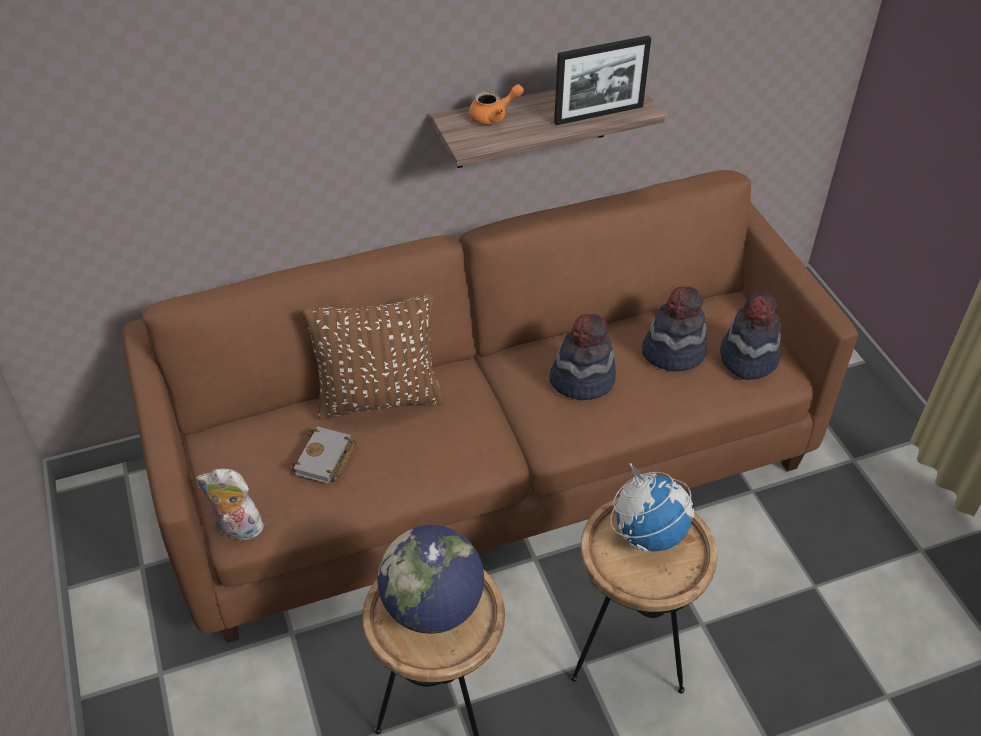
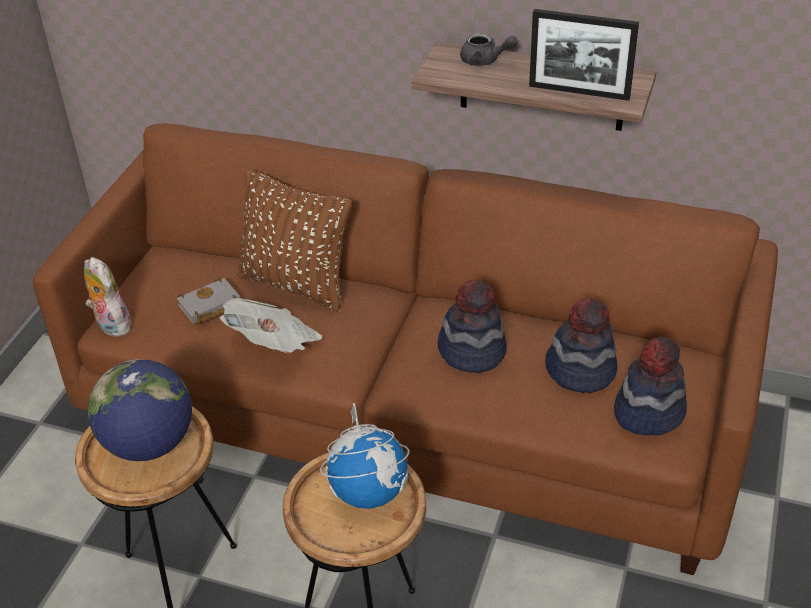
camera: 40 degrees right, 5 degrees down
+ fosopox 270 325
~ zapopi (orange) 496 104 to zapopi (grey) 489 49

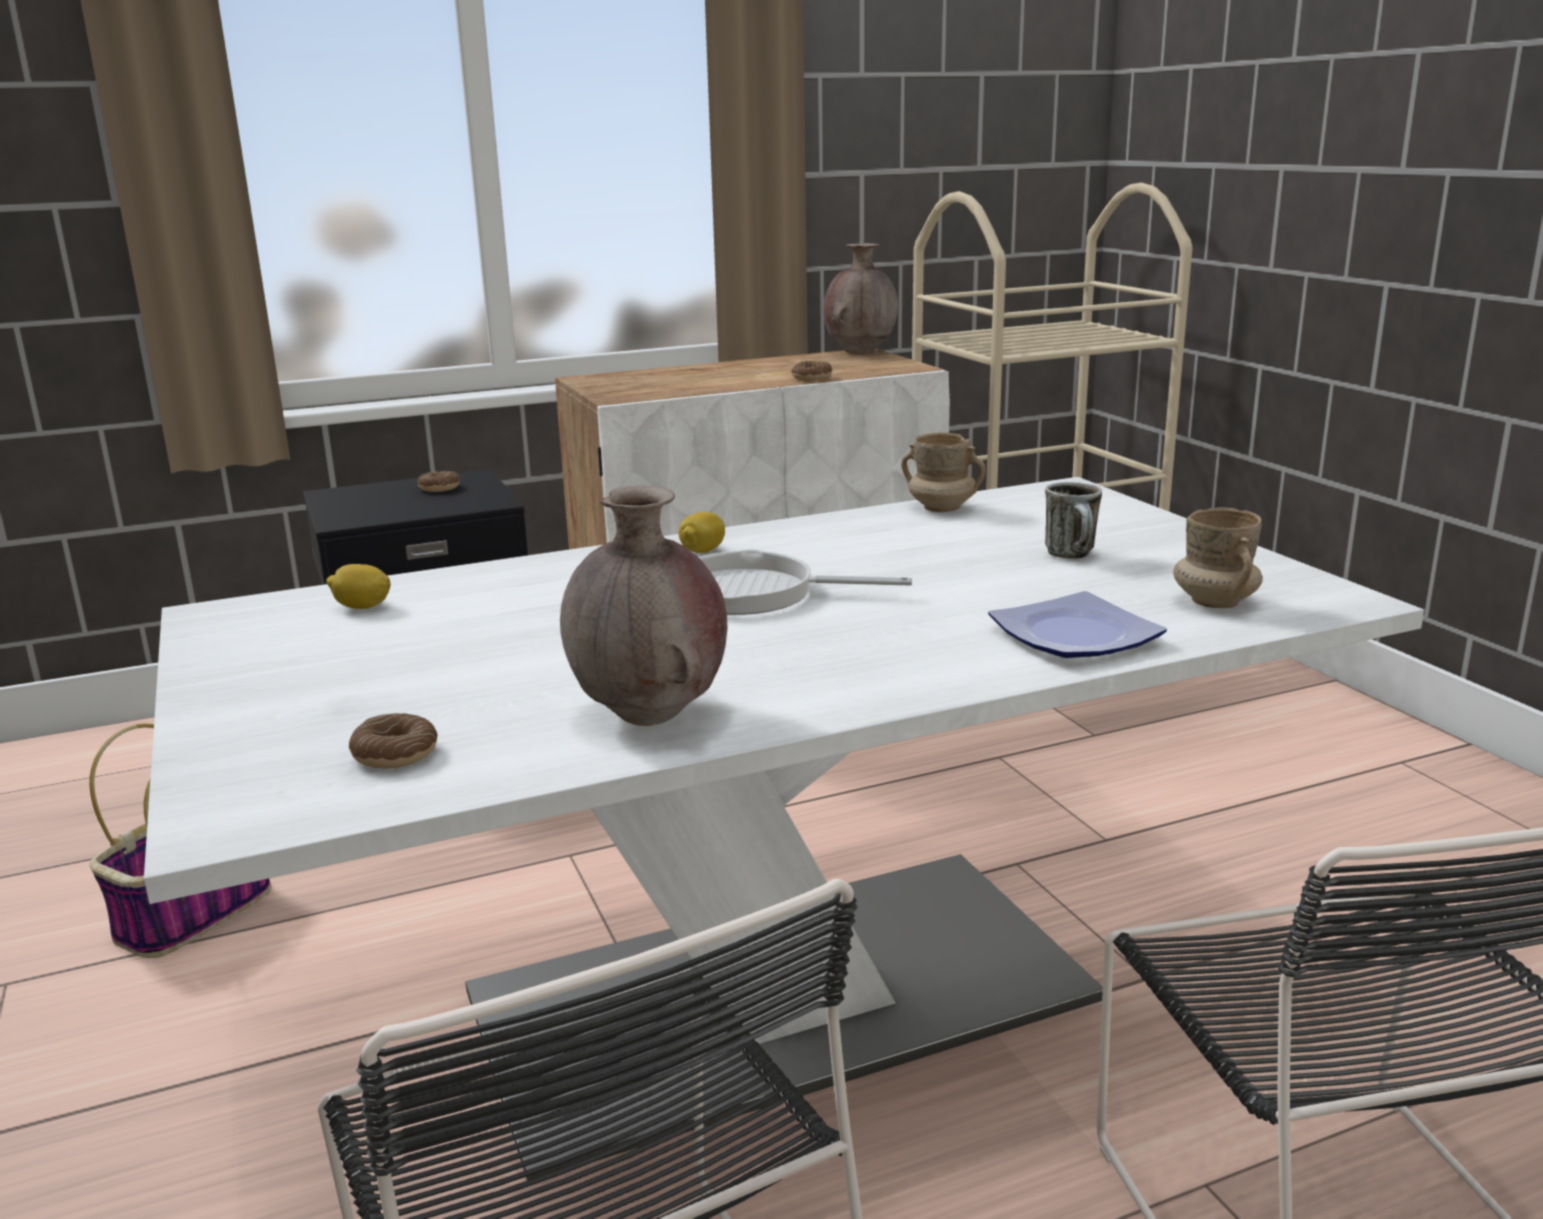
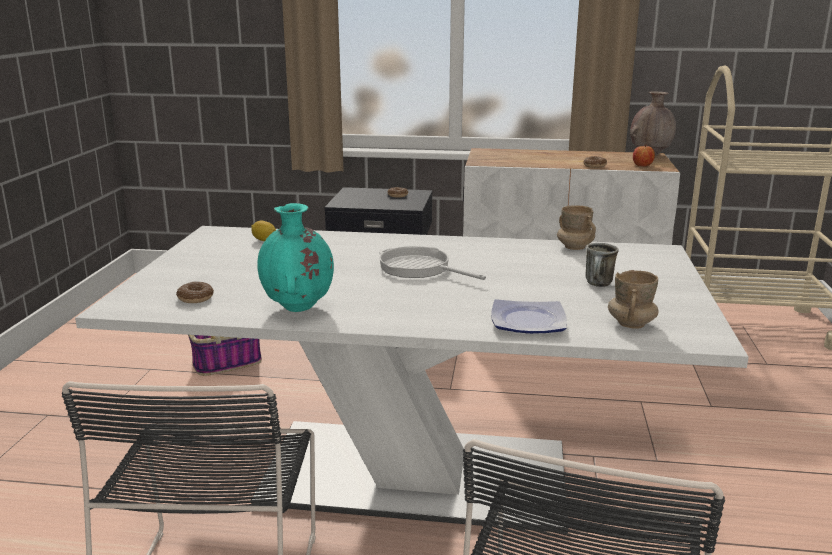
camera: 30 degrees right, 0 degrees up
- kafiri 701 532
+ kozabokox 644 155
~ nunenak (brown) 643 606 to nunenak (turquoise) 295 257

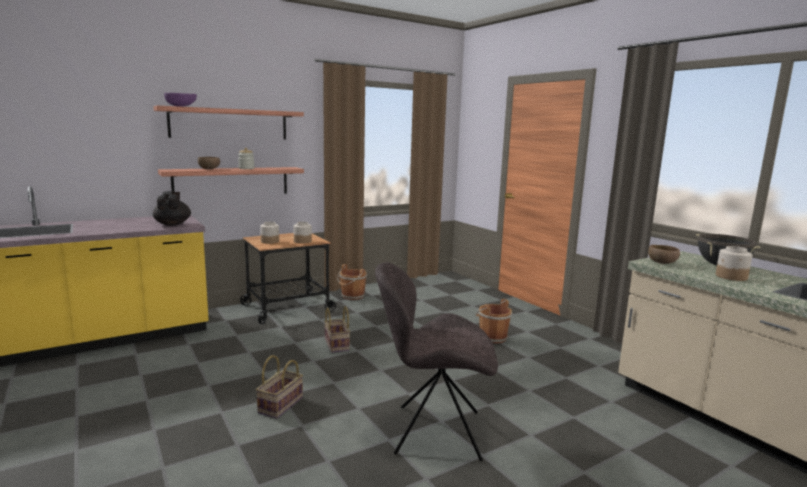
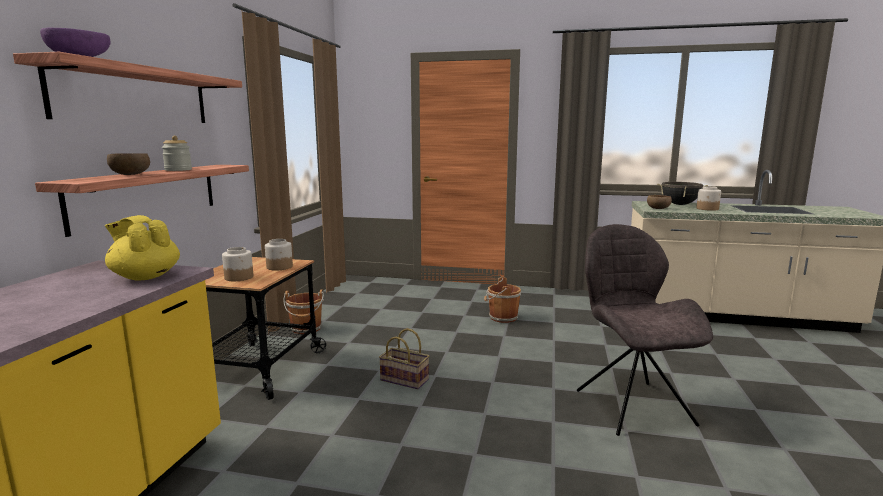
camera: 45 degrees left, 0 degrees up
- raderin 279 387
~ zapopi (black) 172 208 to zapopi (yellow) 142 247
~ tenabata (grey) 436 361 = 645 330 120 degrees clockwise

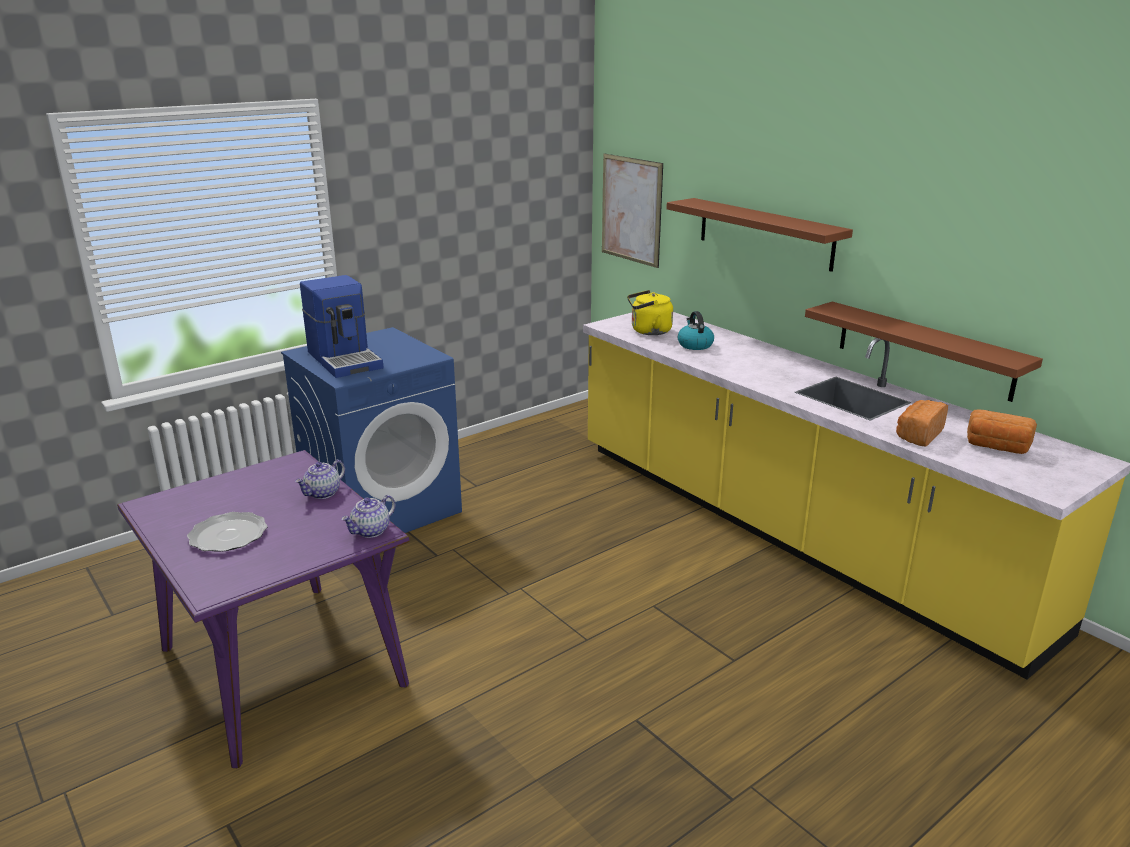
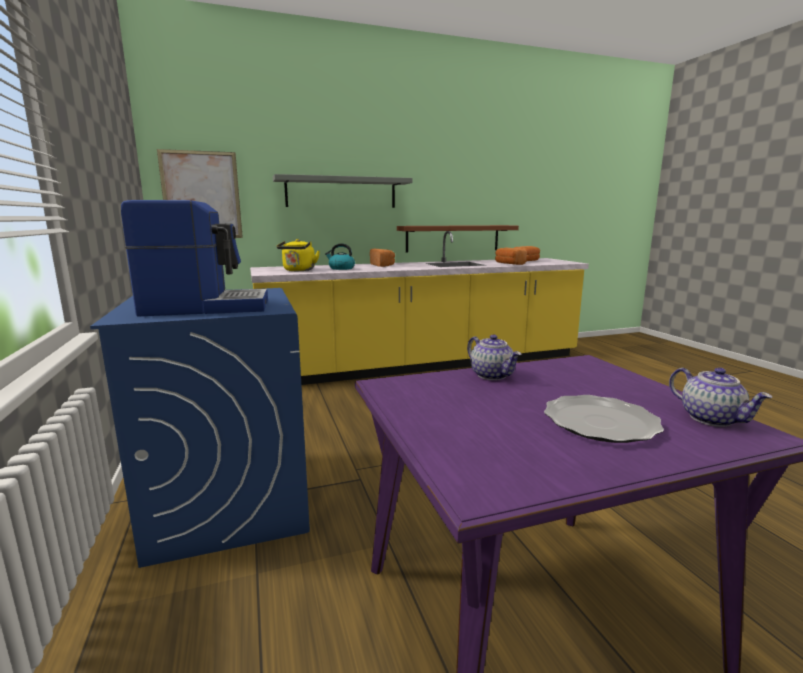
camera: 70 degrees left, 10 degrees down
+ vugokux 382 258
~ zapopi 368 516 to 720 397
~ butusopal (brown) 759 235 to butusopal (grey) 343 191

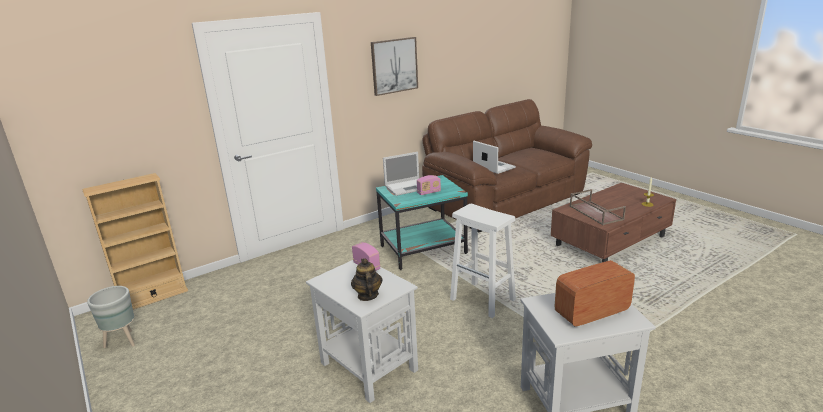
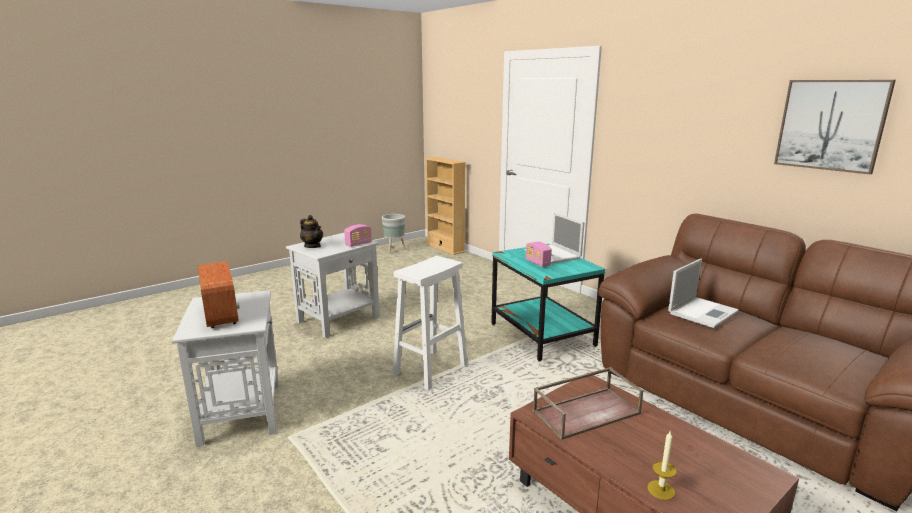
camera: 85 degrees right, 5 degrees down
~ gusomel 394 66 to 835 127
~ zapopi 367 279 = 311 231 60 degrees clockwise

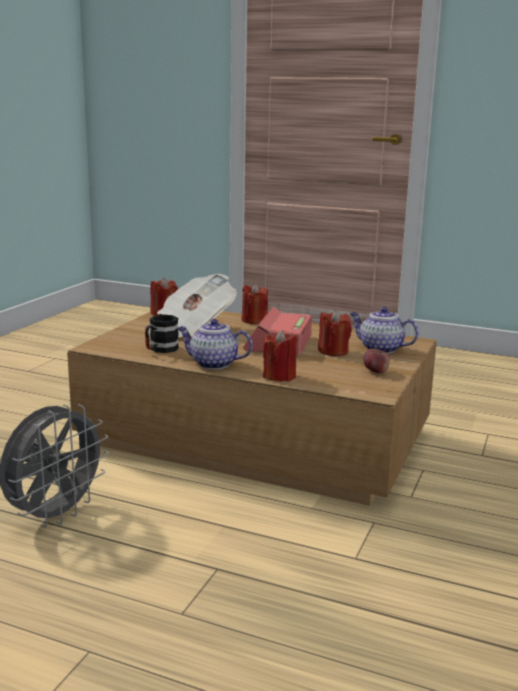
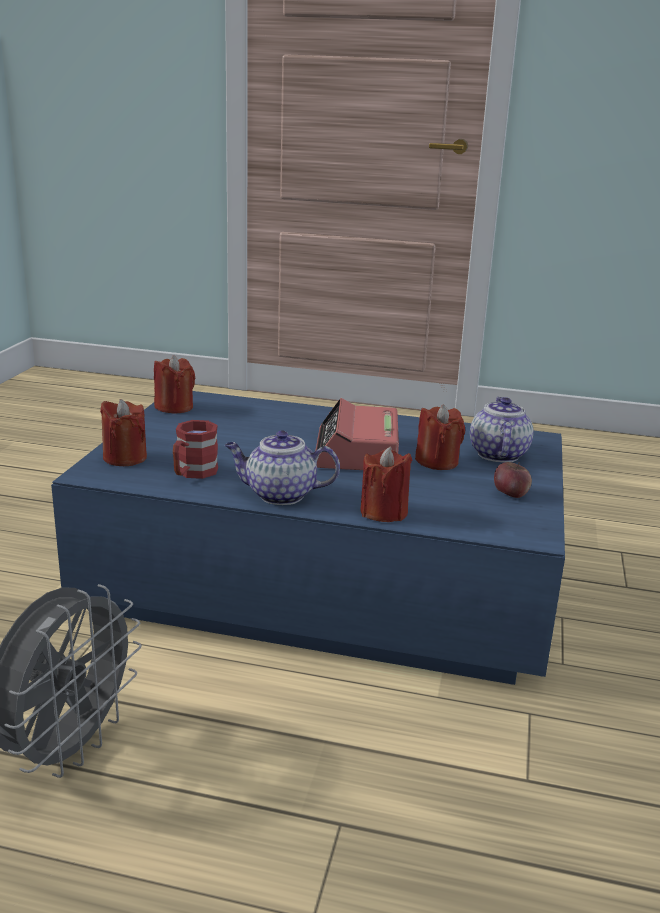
camera: 10 degrees left, 5 degrees up
- fosopox 192 306
~ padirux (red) 254 303 to 123 432
~ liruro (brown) 252 408 to liruro (blue) 308 538
~ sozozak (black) 162 334 to sozozak (red) 195 449
~ zapopi 384 330 = 502 430 75 degrees clockwise

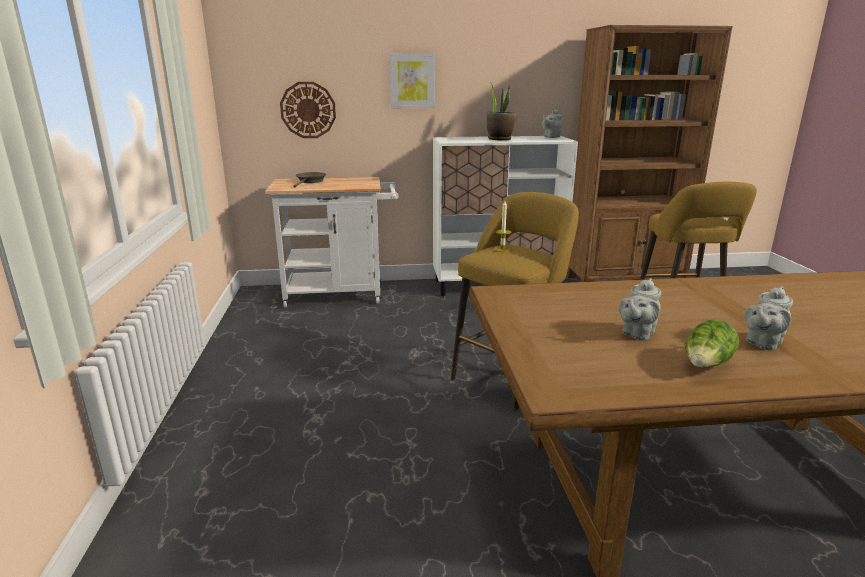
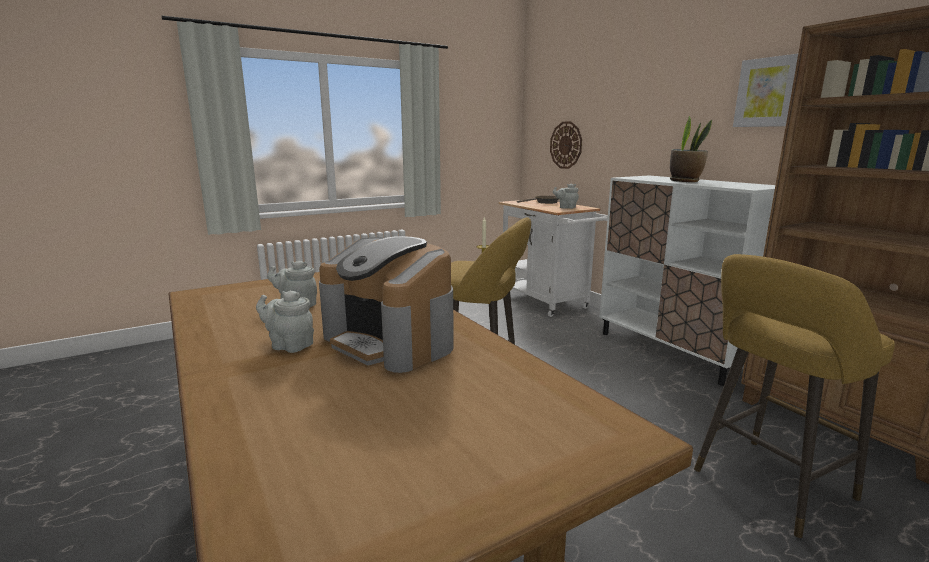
camera: 65 degrees right, 5 degrees down
- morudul 712 344
+ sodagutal 386 304
~ gusomel 412 80 to 765 90
~ zapopi (grey) 552 124 to 566 196

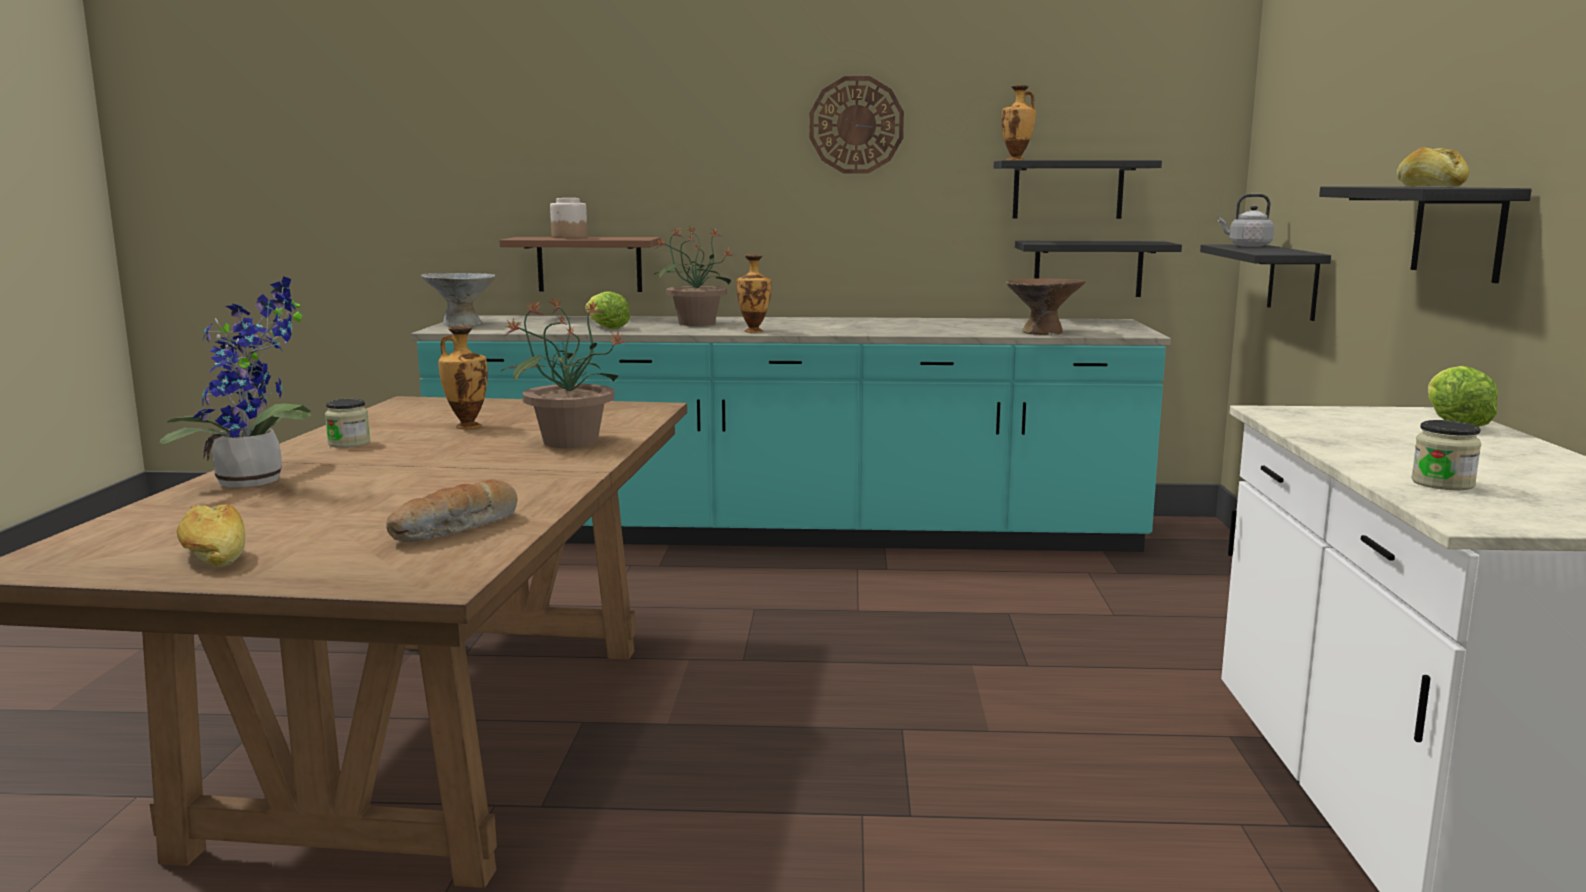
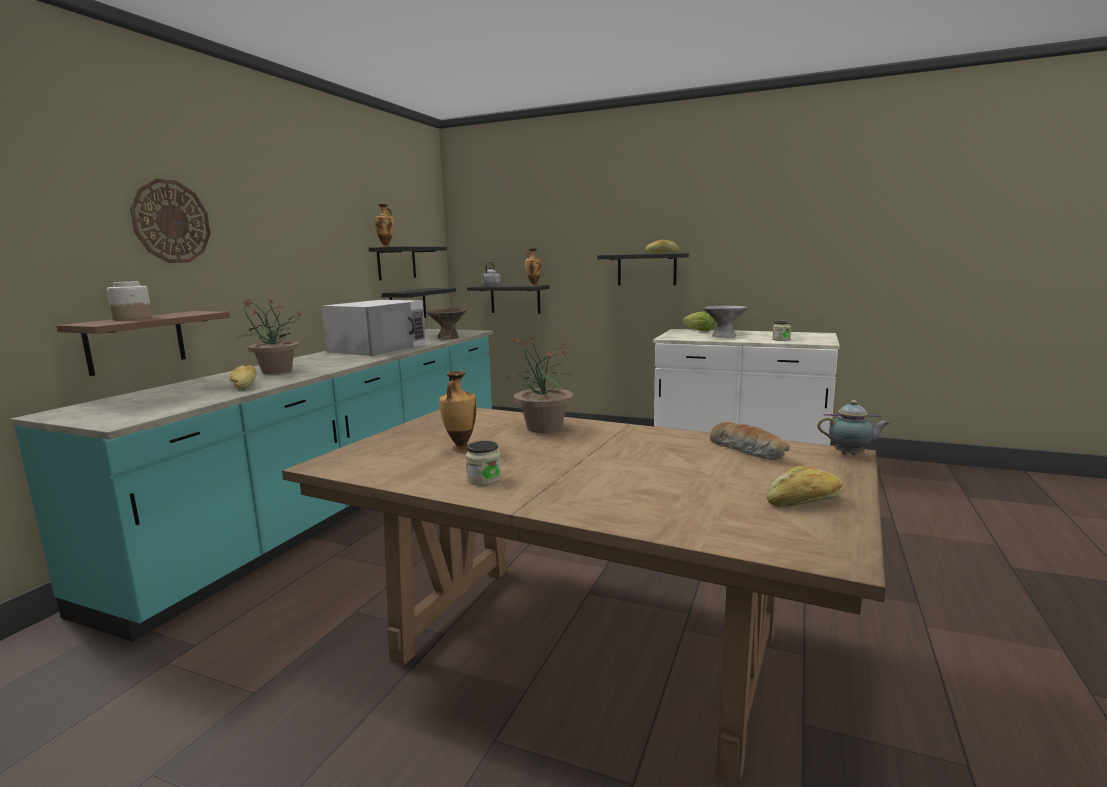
camera: 70 degrees left, 0 degrees up
- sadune 235 381
+ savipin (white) 373 328
+ zapopi 853 427
~ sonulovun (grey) 458 299 to 725 322
~ nunenak 754 294 to 533 267
~ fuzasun 857 125 to 170 221
~ morudul 607 310 to vugokux 243 377

